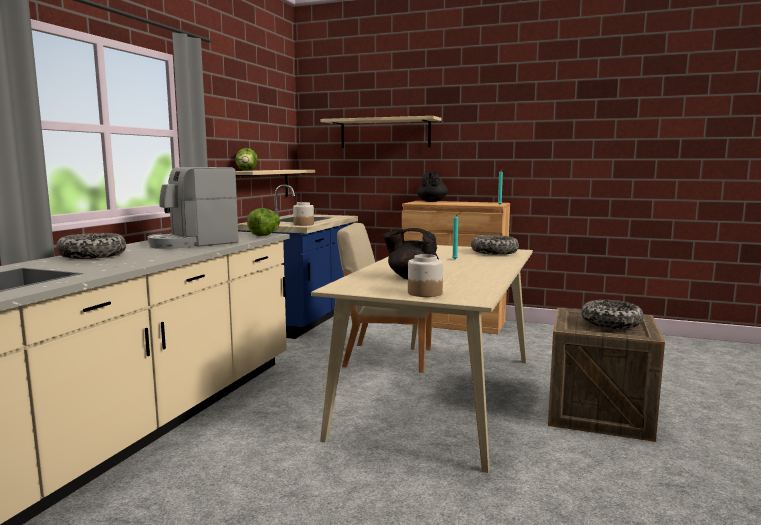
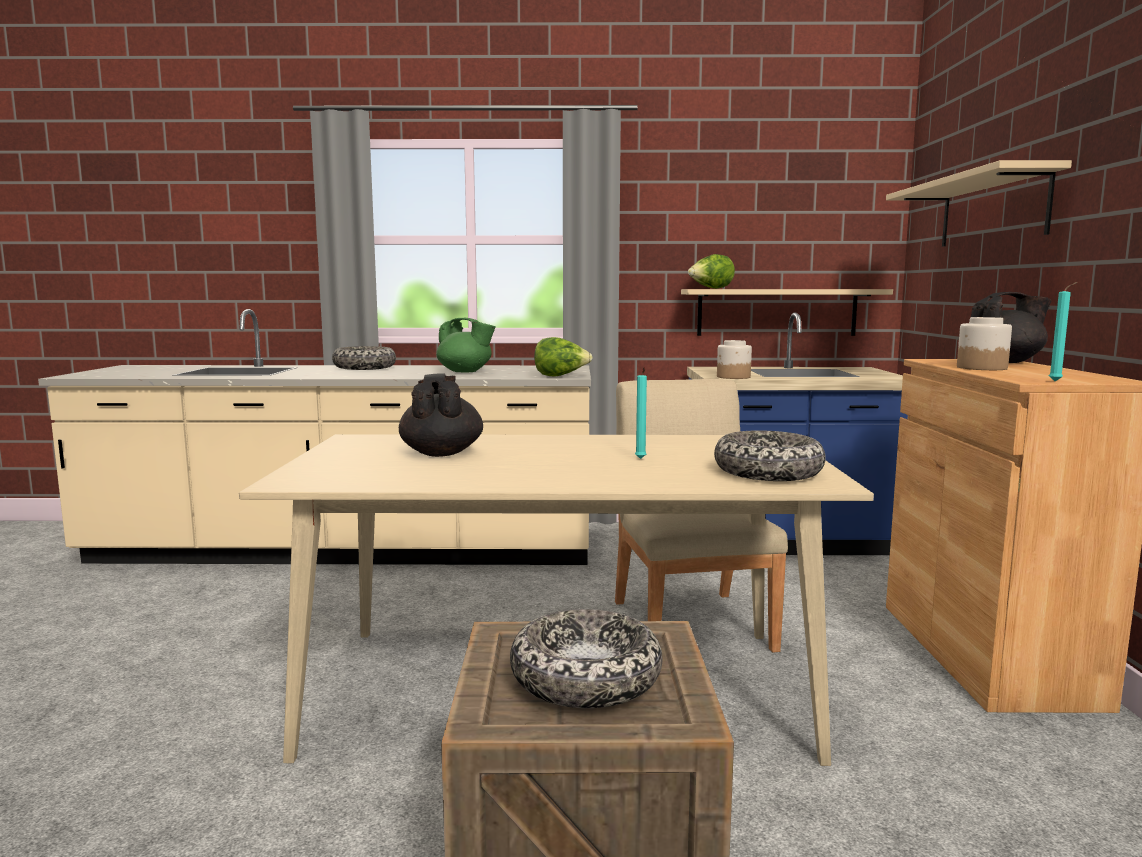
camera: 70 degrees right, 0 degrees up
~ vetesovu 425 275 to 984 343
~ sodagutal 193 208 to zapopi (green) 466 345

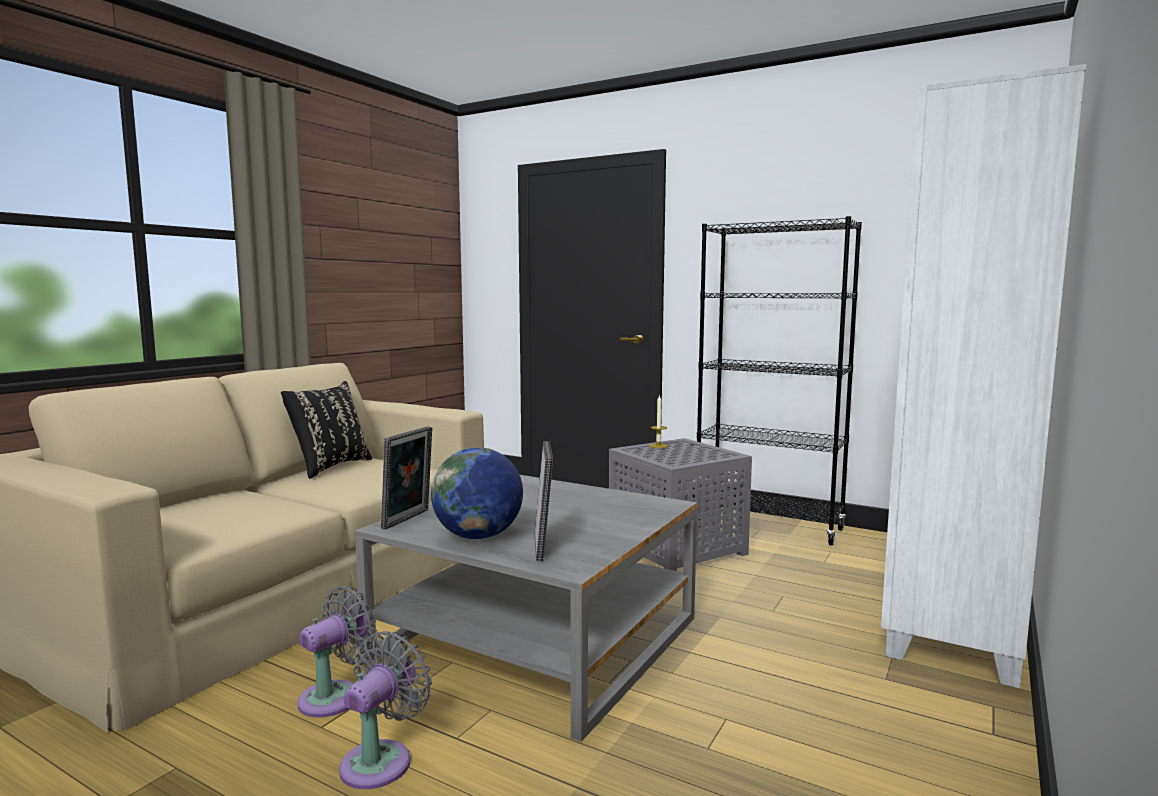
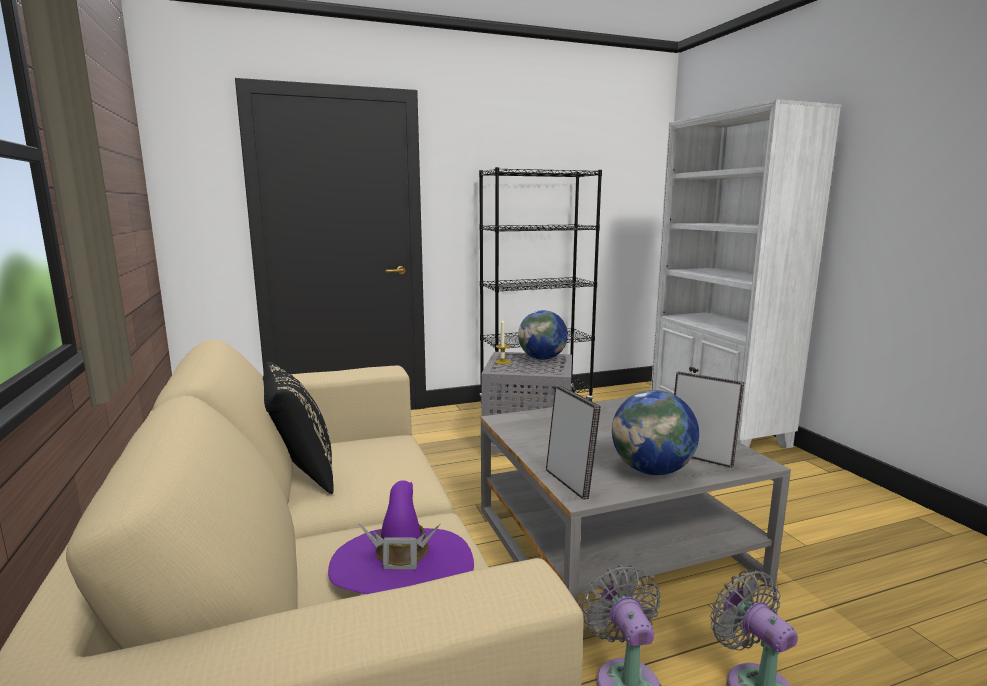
camera: 50 degrees left, 5 degrees up
+ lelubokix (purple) 401 537
+ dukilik 543 335

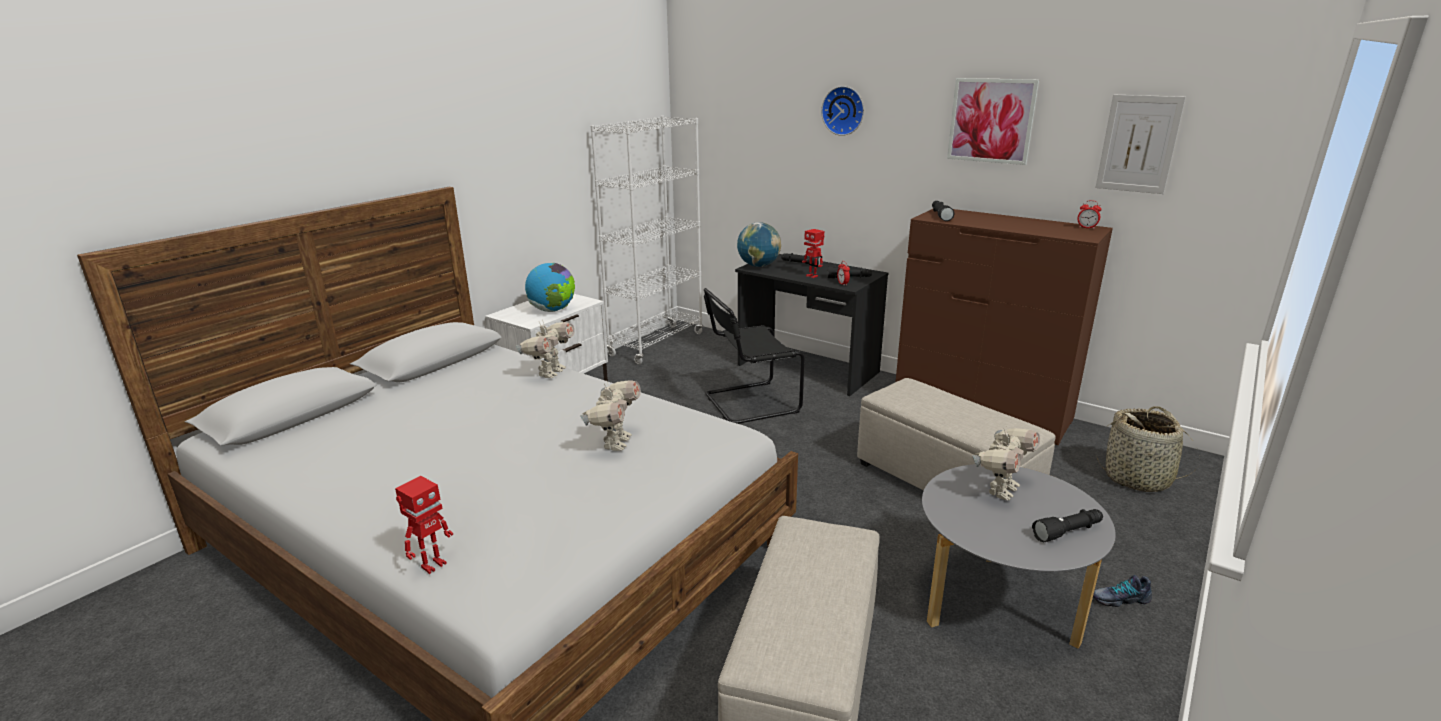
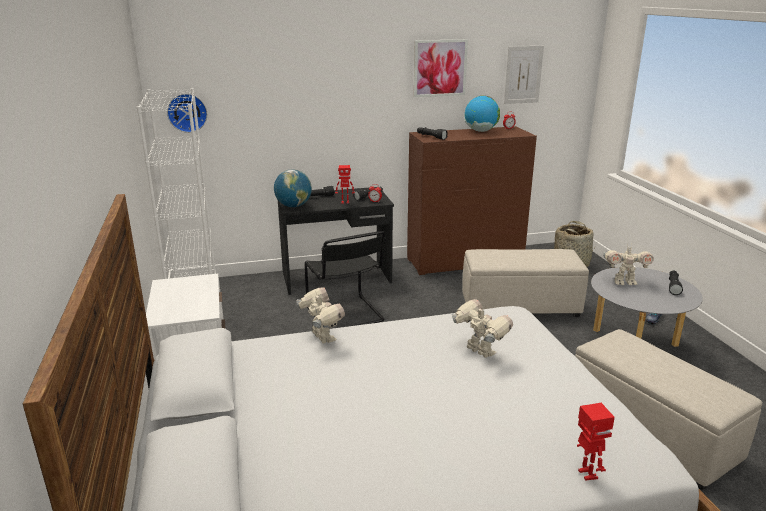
camera: 50 degrees left, 0 degrees up
~ dukilik 550 287 to 482 114
~ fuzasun 842 111 to 187 113
~ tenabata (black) 754 356 = 345 278 45 degrees counterclockwise
~ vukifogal 1006 462 = 628 264 105 degrees clockwise

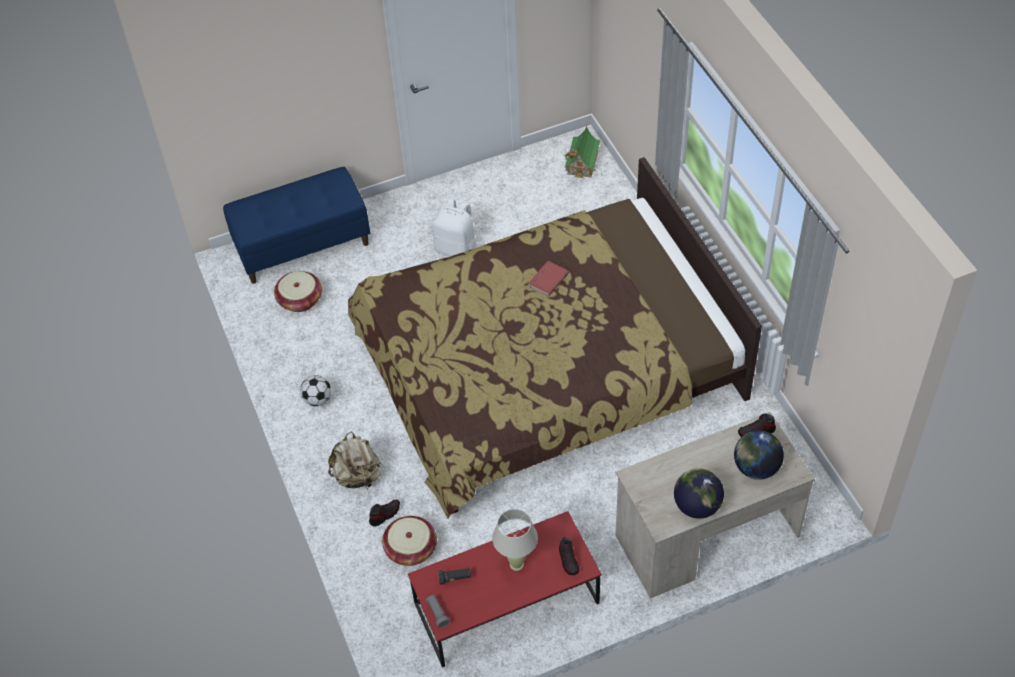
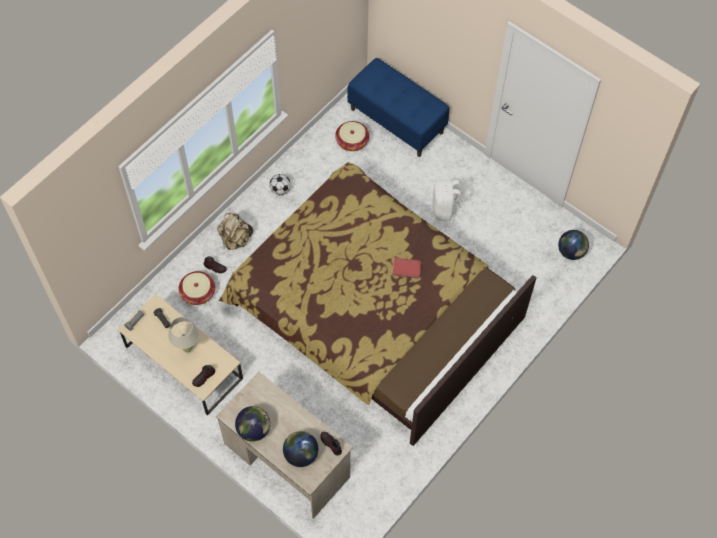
camera: 60 degrees right, 10 degrees up
~ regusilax 583 152 to dukilik 573 245
~ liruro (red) 505 589 to liruro (beige) 180 354

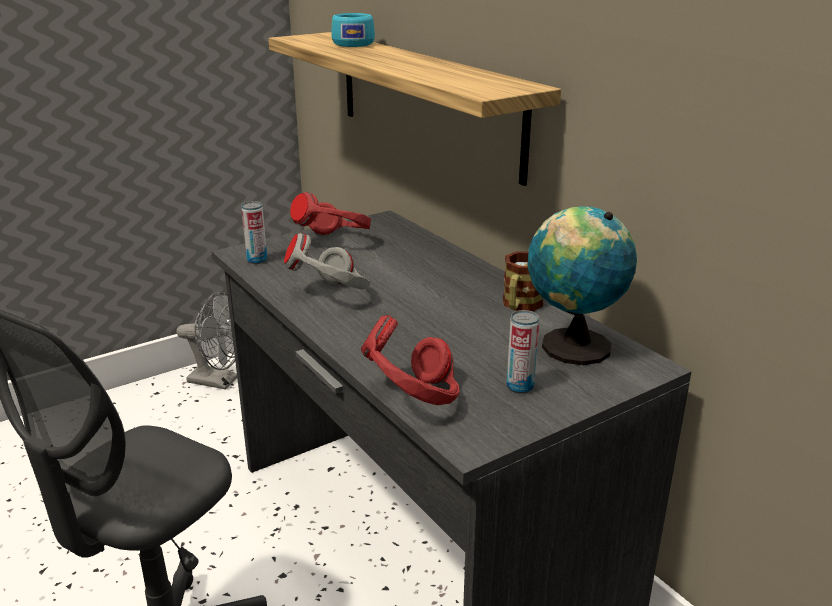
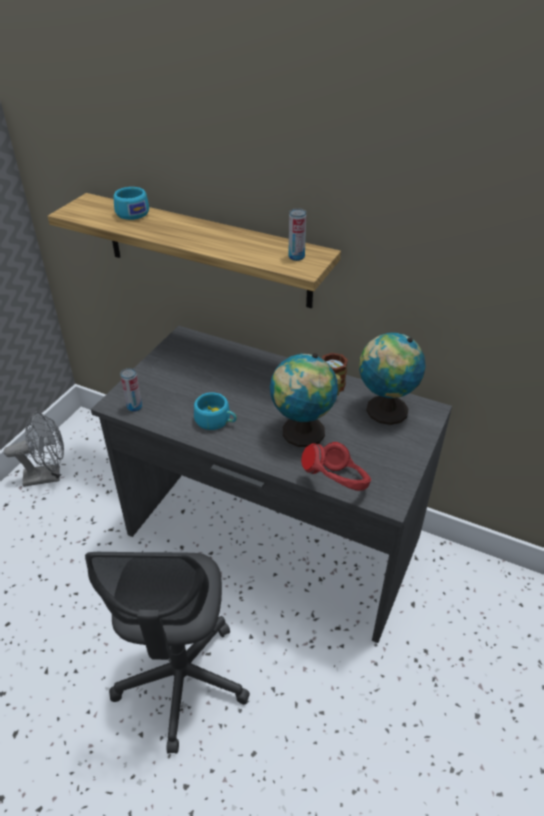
camera: 30 degrees left, 15 degrees up
- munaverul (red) 330 213
+ dukilik 304 400
~ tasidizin 523 352 to 297 234
~ munaverul (grey) 327 261 to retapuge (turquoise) 215 411

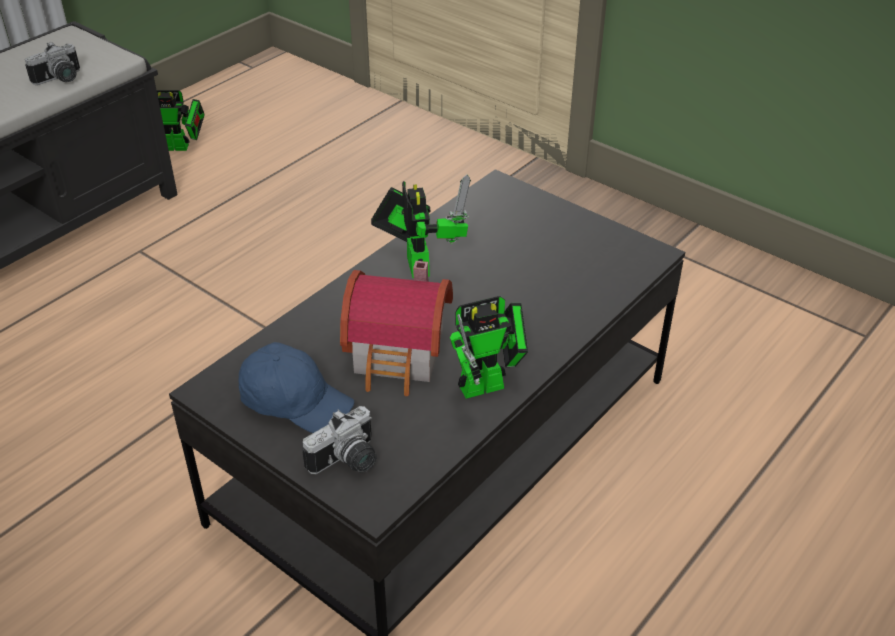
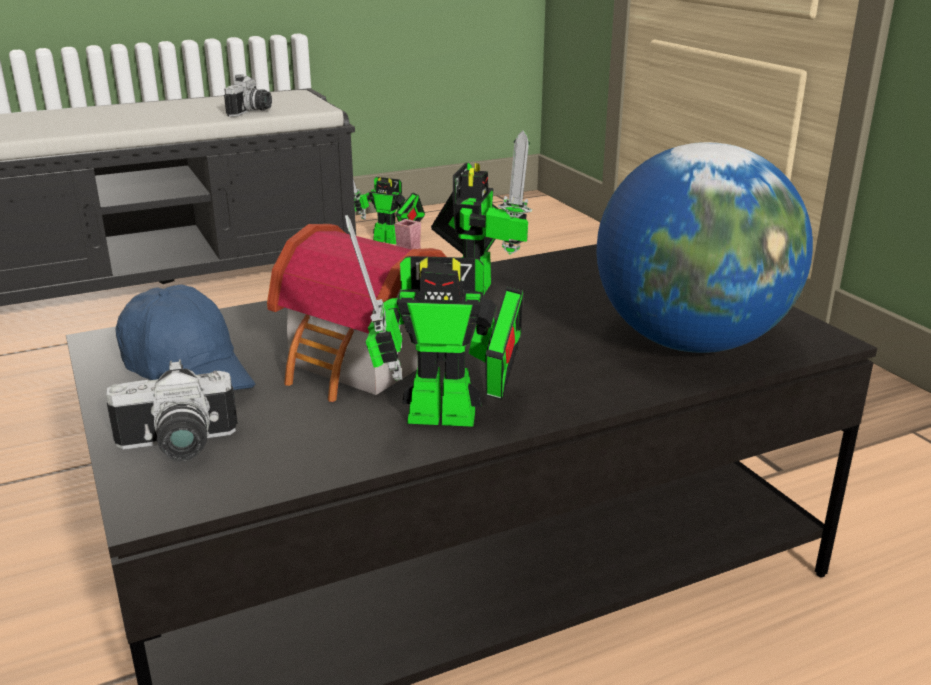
camera: 25 degrees right, 15 degrees down
+ dukilik 705 247
~ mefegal 52 63 = 248 95 60 degrees counterclockwise

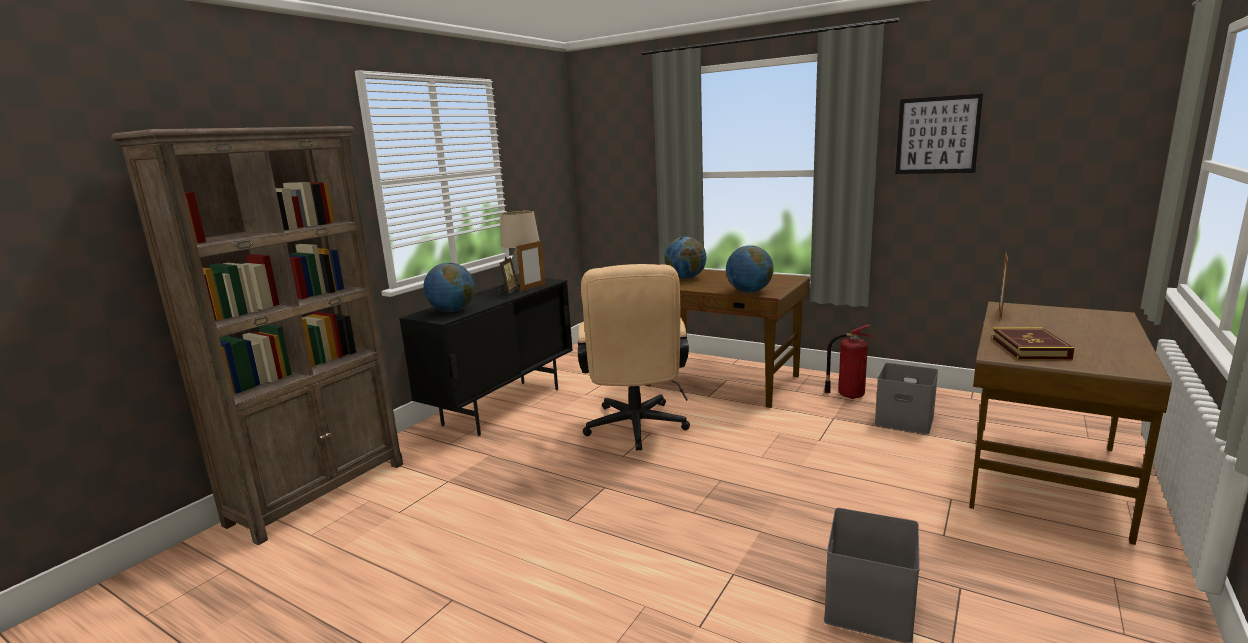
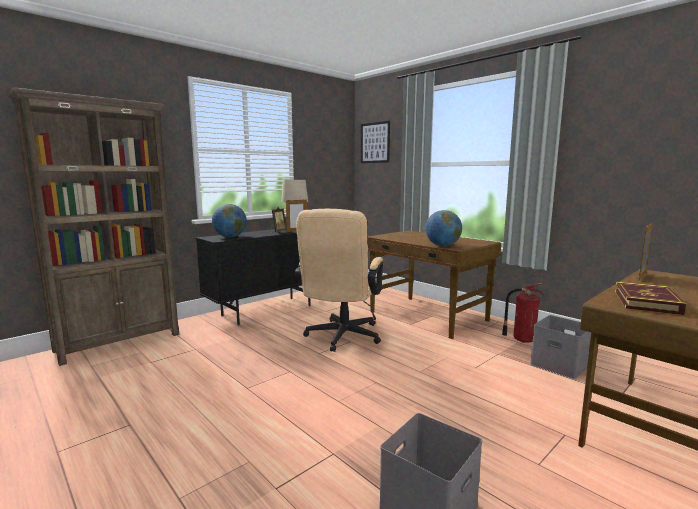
camera: 15 degrees right, 5 degrees down
- dukilik 685 258
~ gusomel 939 134 to 375 142

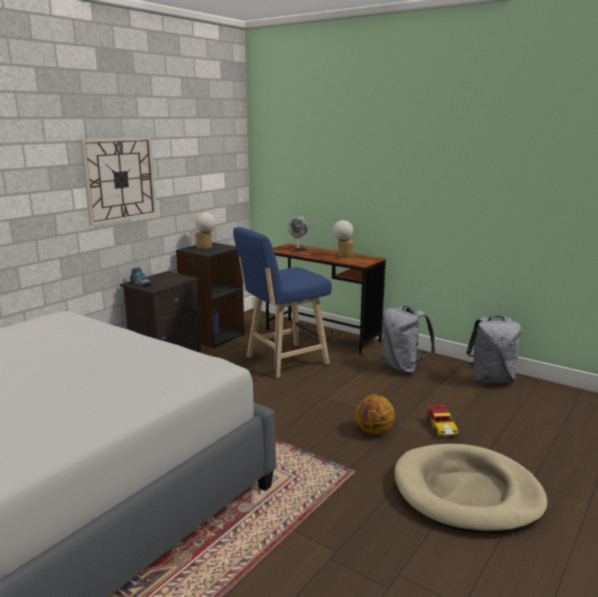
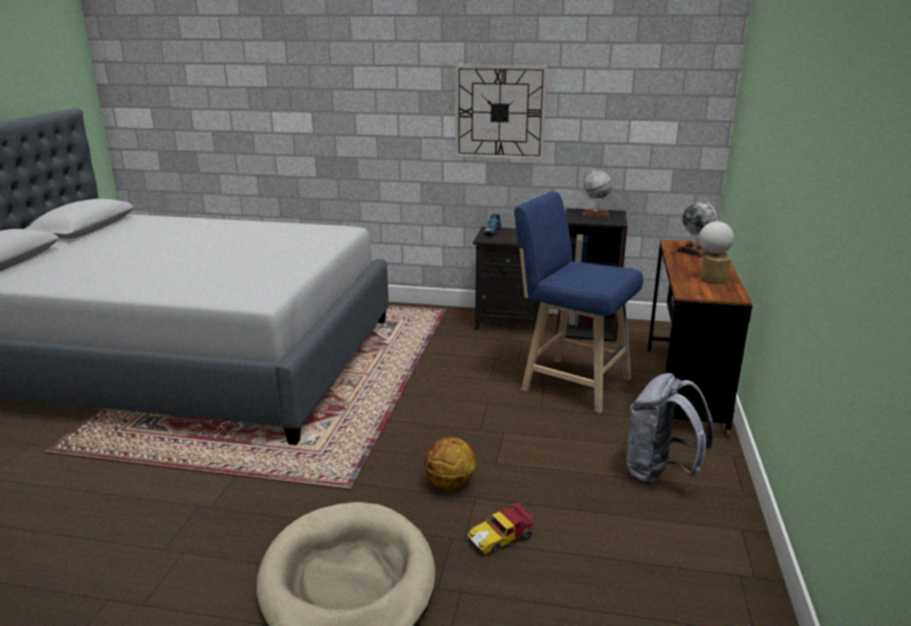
camera: 65 degrees right, 5 degrees up
- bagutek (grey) 493 349
~ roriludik 205 231 to dukilik 597 193

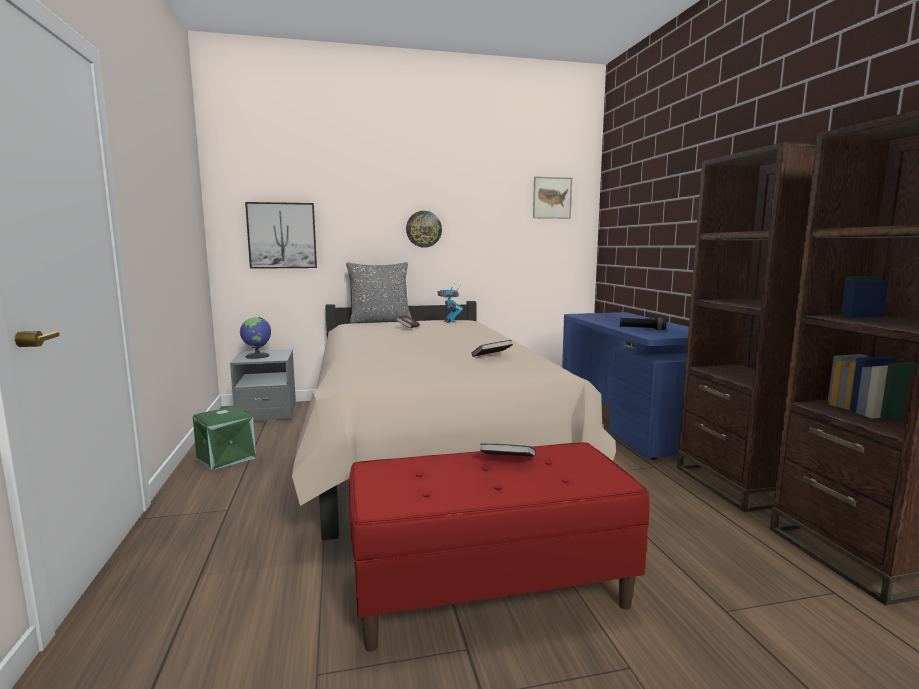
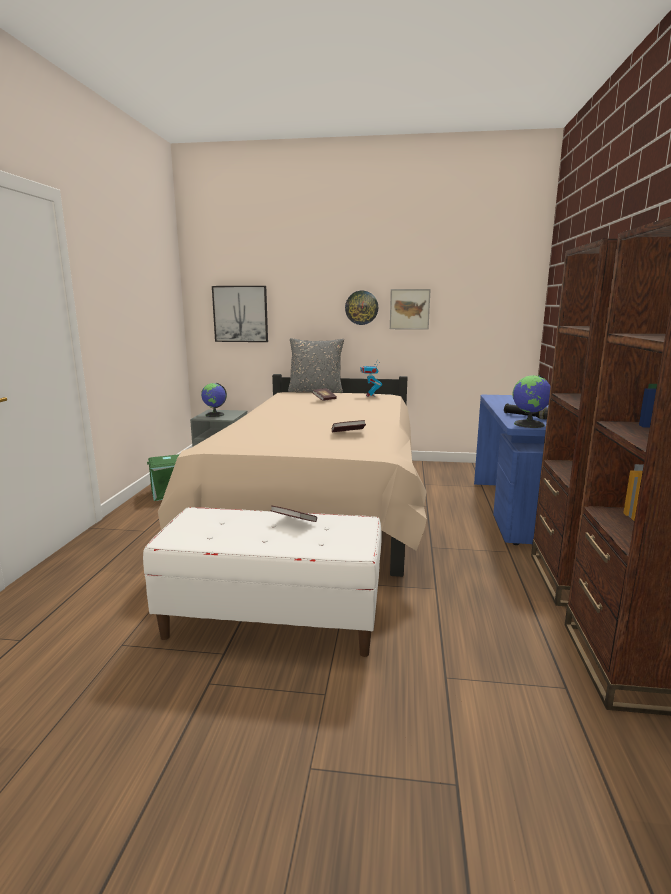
camera: 20 degrees right, 5 degrees up
+ dukilik 532 401
~ gusomel 552 197 to 410 309
~ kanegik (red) 499 547 to kanegik (white) 262 582

